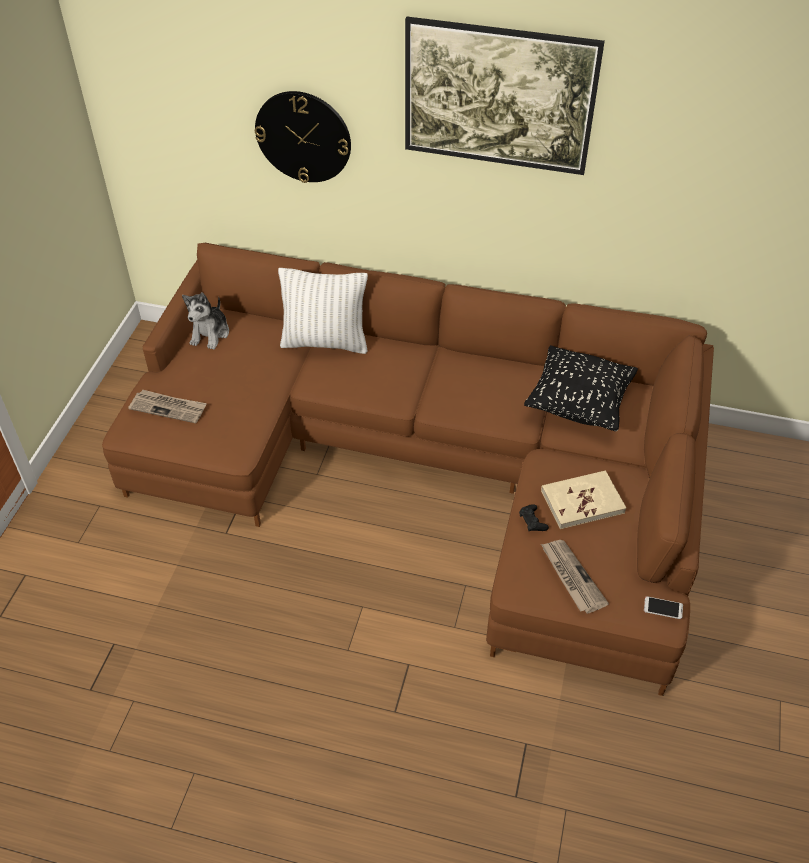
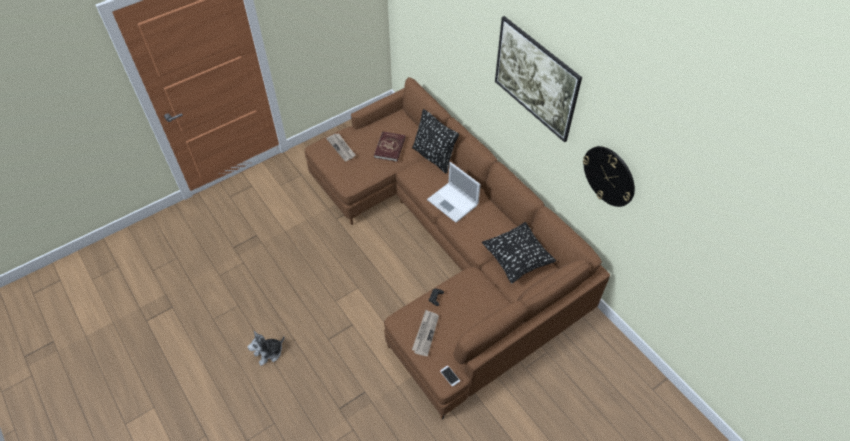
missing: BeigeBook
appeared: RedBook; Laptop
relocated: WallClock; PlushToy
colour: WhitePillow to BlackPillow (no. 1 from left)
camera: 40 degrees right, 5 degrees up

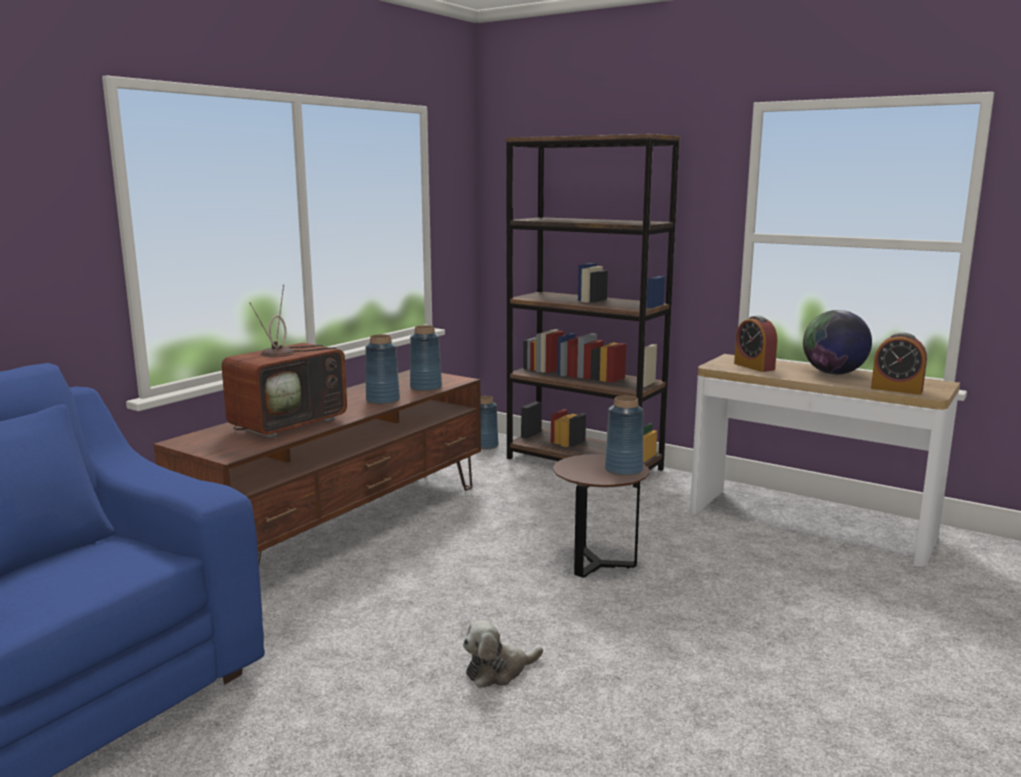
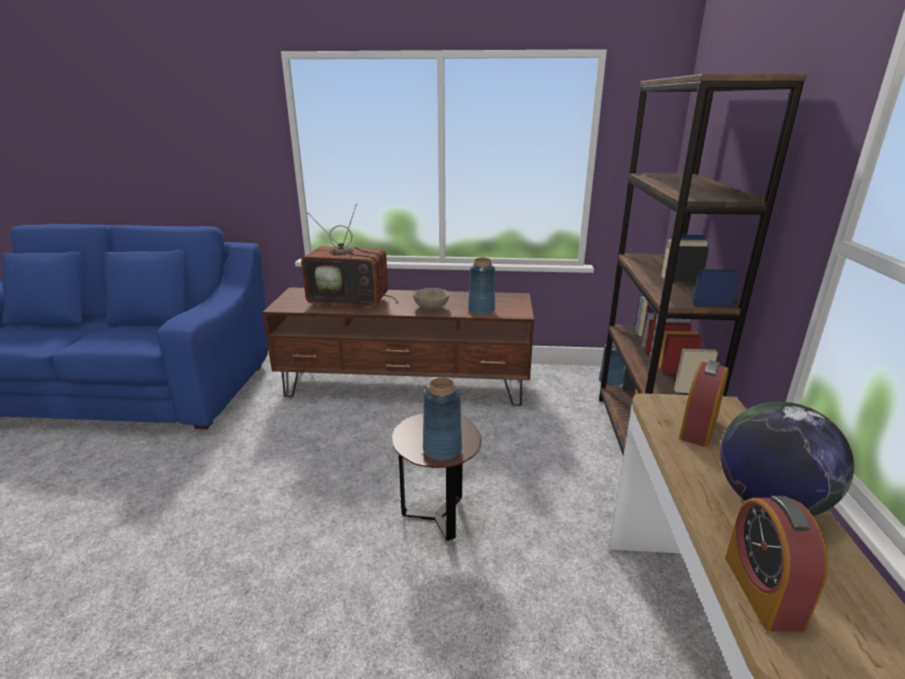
missing: PlushToy
exchanged: BlueVase (no. 1 from left) to BeigeBowl
camera: 60 degrees right, 10 degrees up

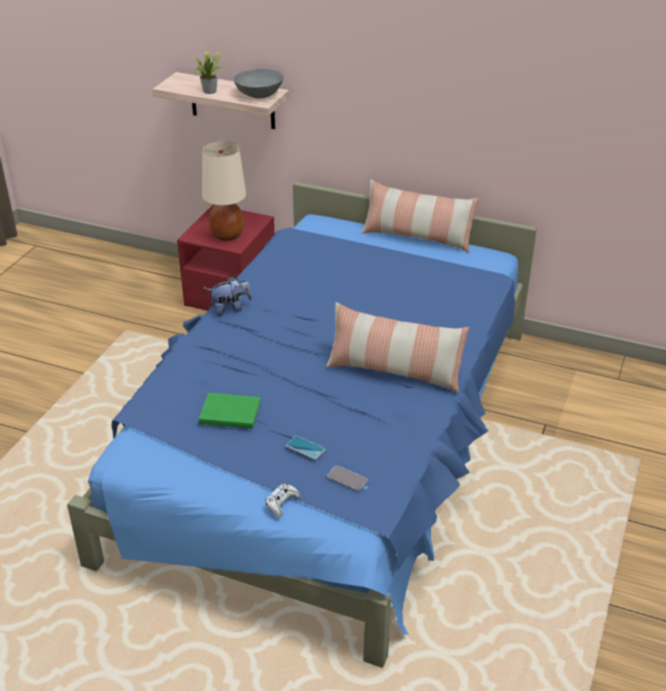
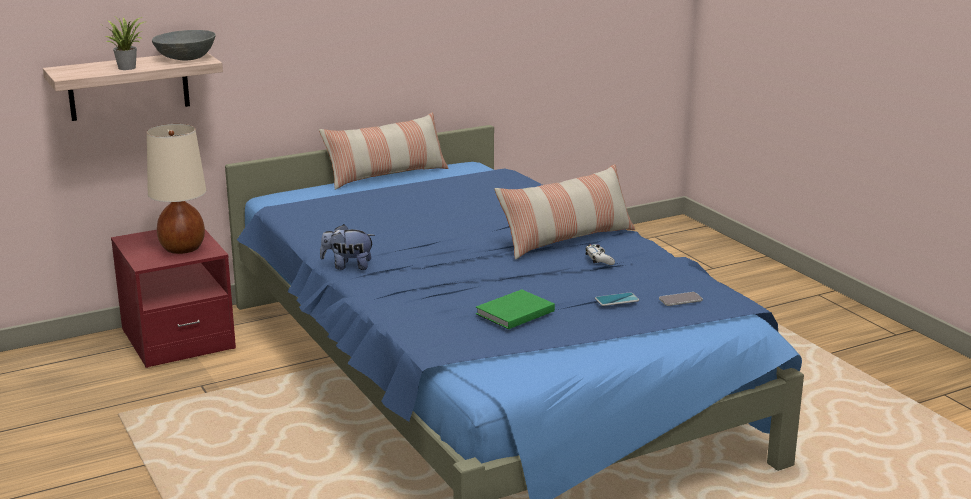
relocated: WhiteGameController
spun: PlushToy 105 degrees counterclockwise
camera: 50 degrees left, 15 degrees down

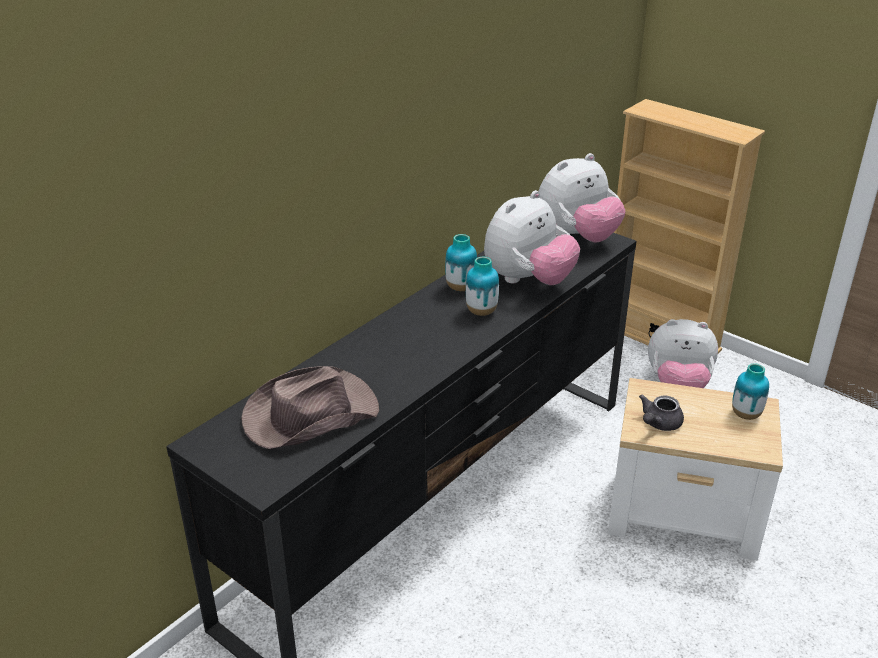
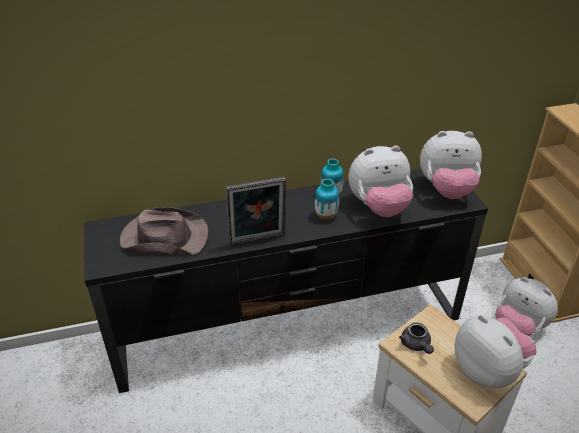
appeared: PictureFrame
exchanged: Vase (no. 3 from left) to PlushToy (no. 3 from left)
spun: GreyTeapot 90 degrees counterclockwise
camera: 35 degrees right, 5 degrees up

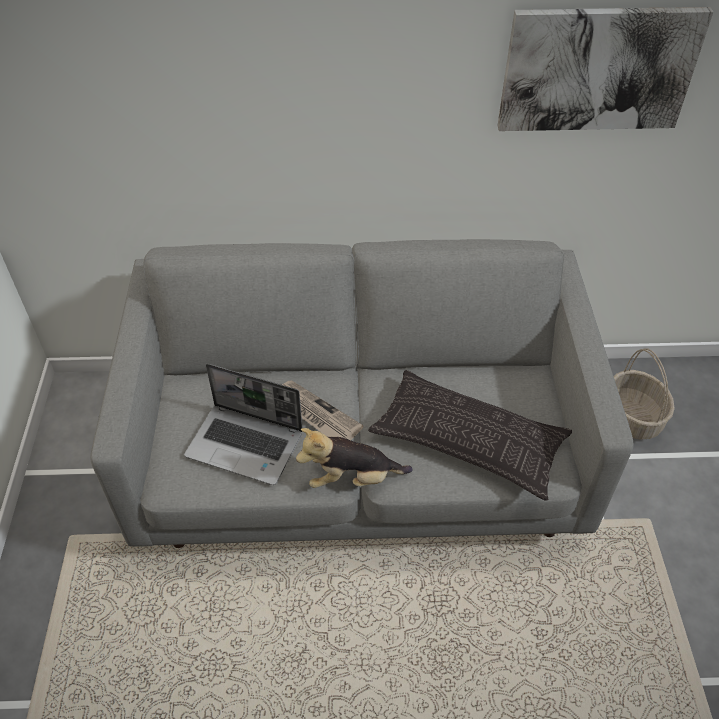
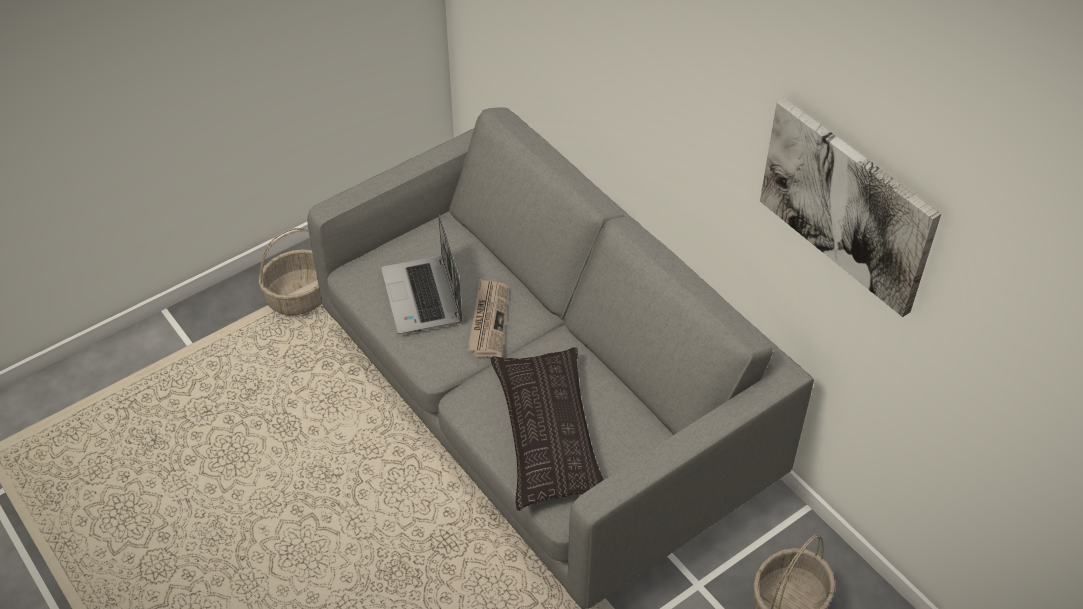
missing: PlushToy
appeared: Basket (no. 1 from left)
camera: 55 degrees right, 0 degrees up

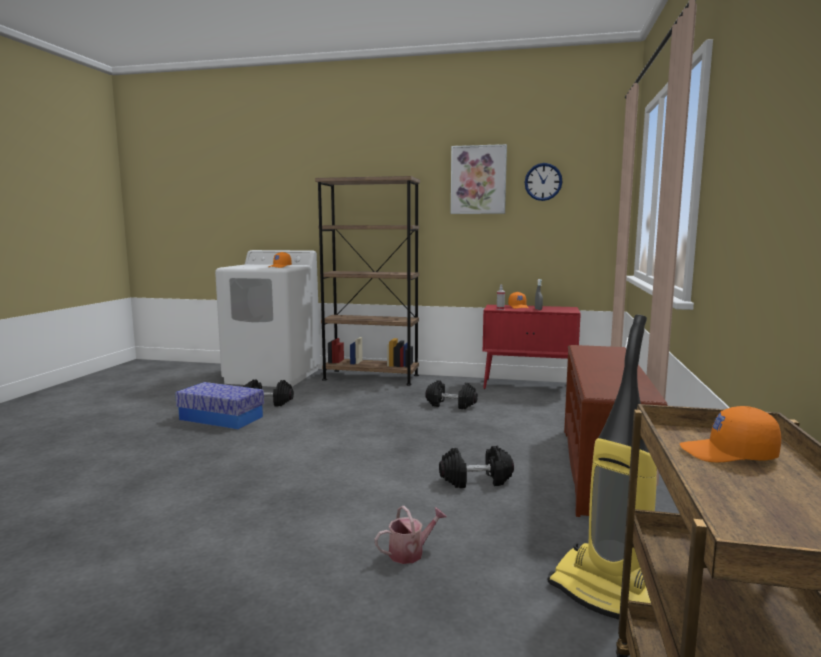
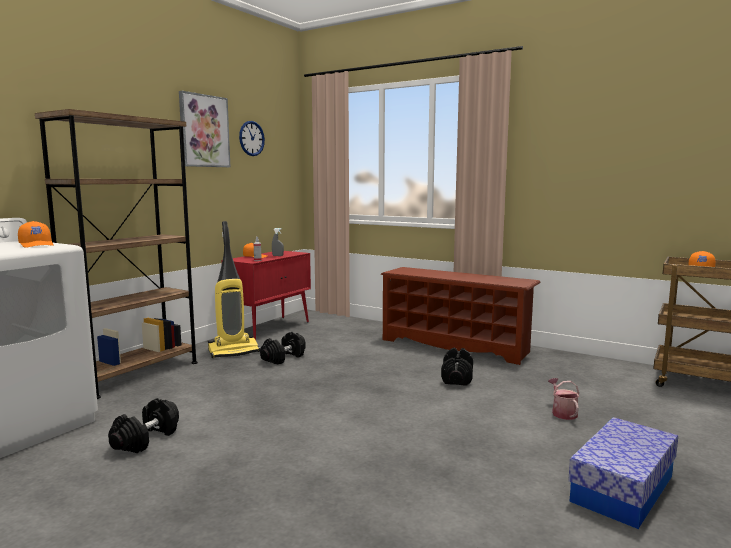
relocated: VacuumCleaner; StorageBox
camera: 70 degrees left, 0 degrees up

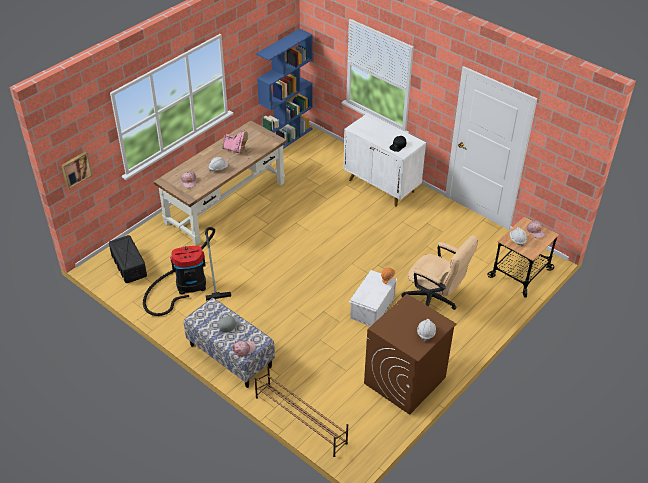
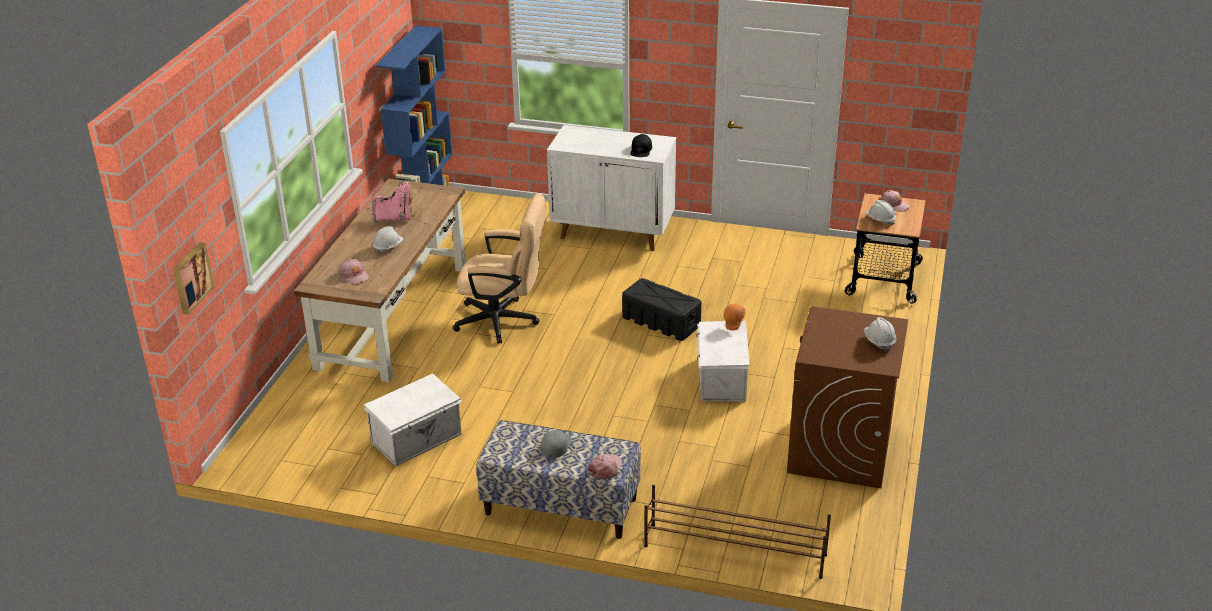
relocated: BlackStorageBox; BeigeOfficeChair
exchanged: VacuumCleaner to WhiteStorageBox (no. 1 from left)
camera: 25 degrees left, 10 degrees down

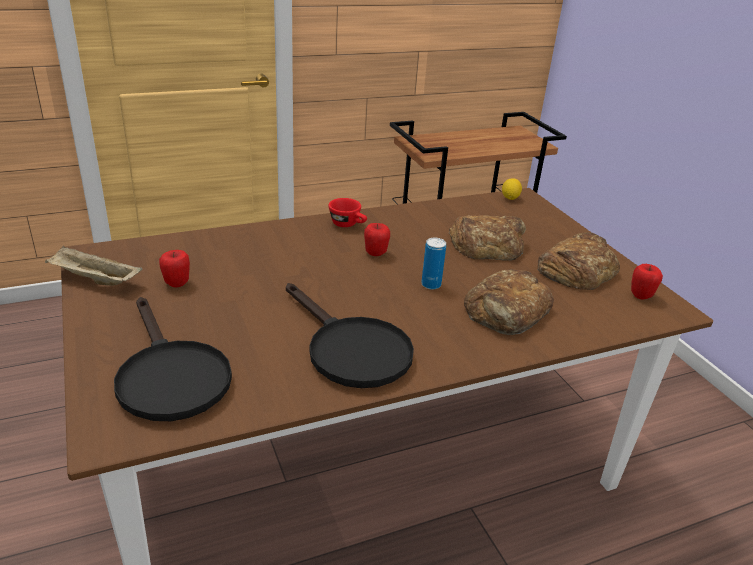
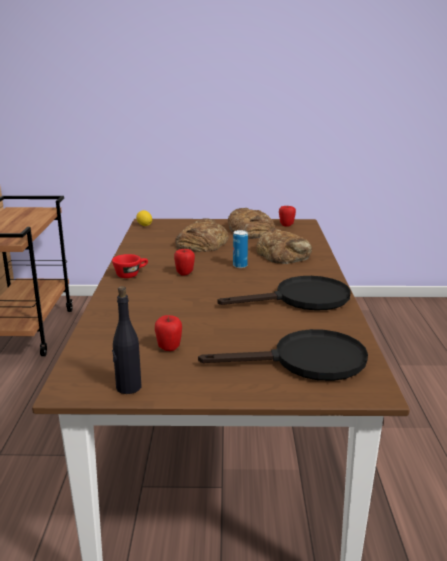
exchanged: BeigeTray to BlackBottle
camera: 65 degrees left, 10 degrees down

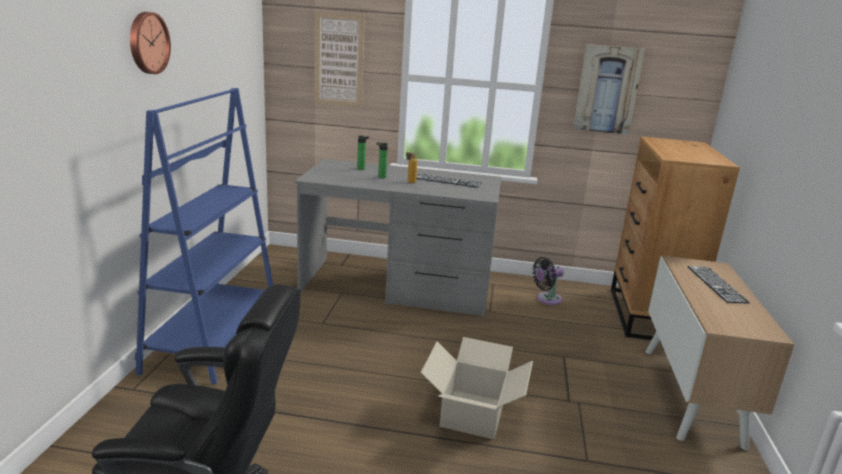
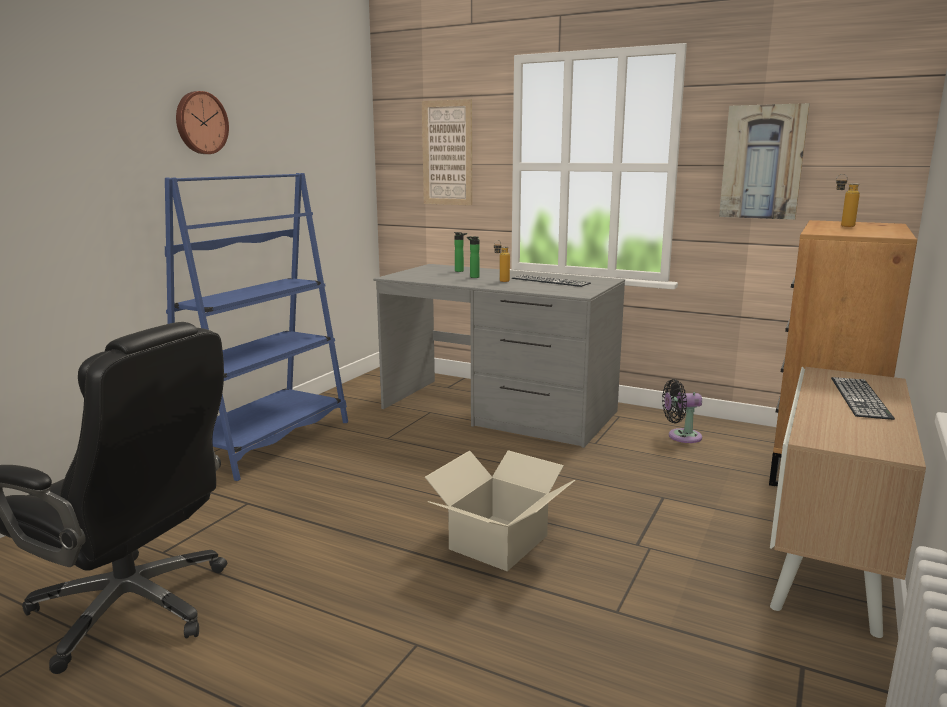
appeared: Bottle (no. 4 from left)
camera: 20 degrees right, 5 degrees down

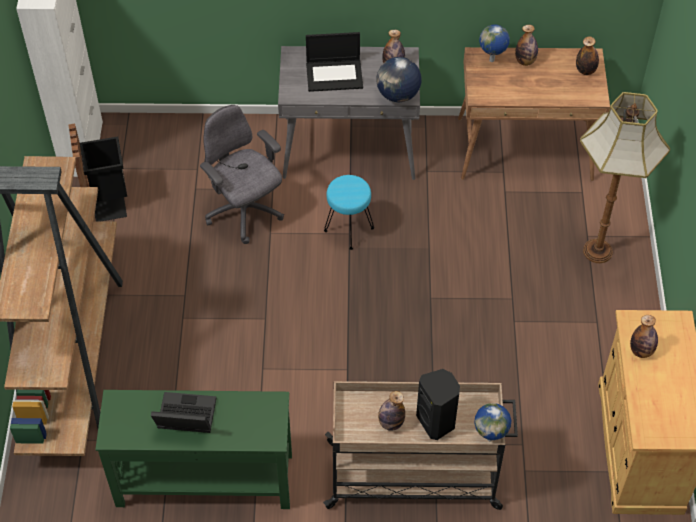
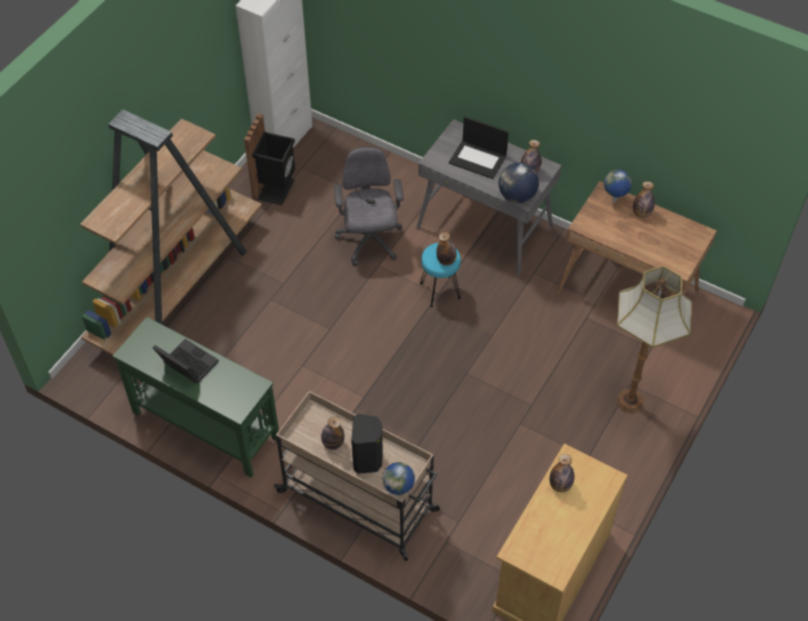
relocated: Bottle (no. 4 from left in the first image) to Bottle (no. 2 from left)
camera: 30 degrees right, 0 degrees up

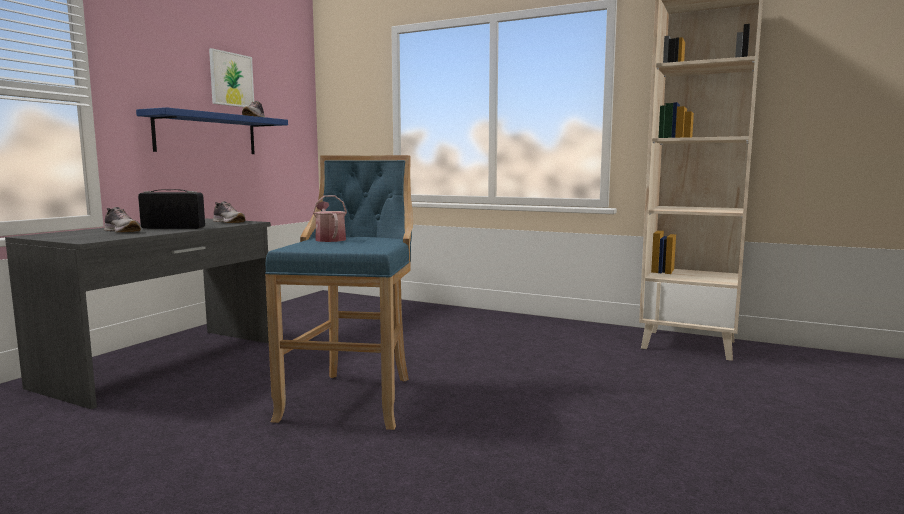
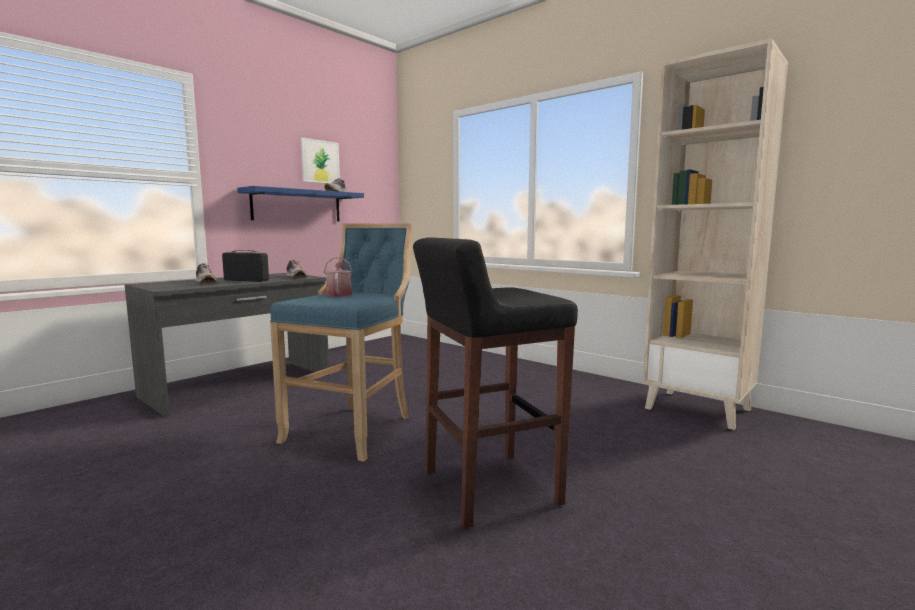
appeared: BlackStool
camera: 15 degrees right, 0 degrees up

